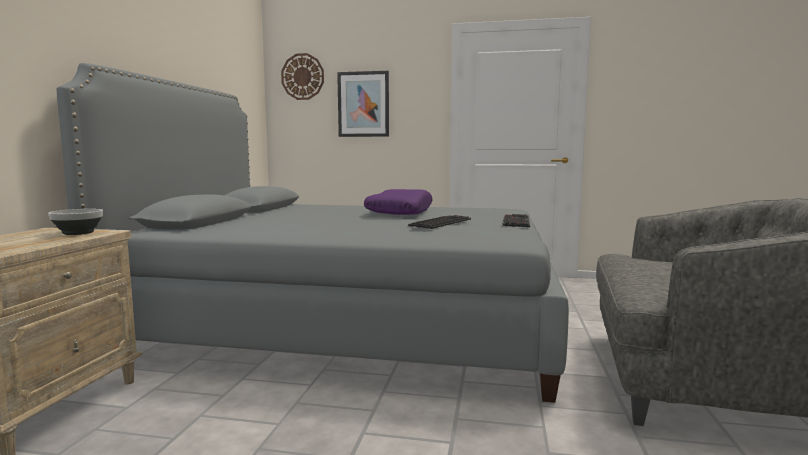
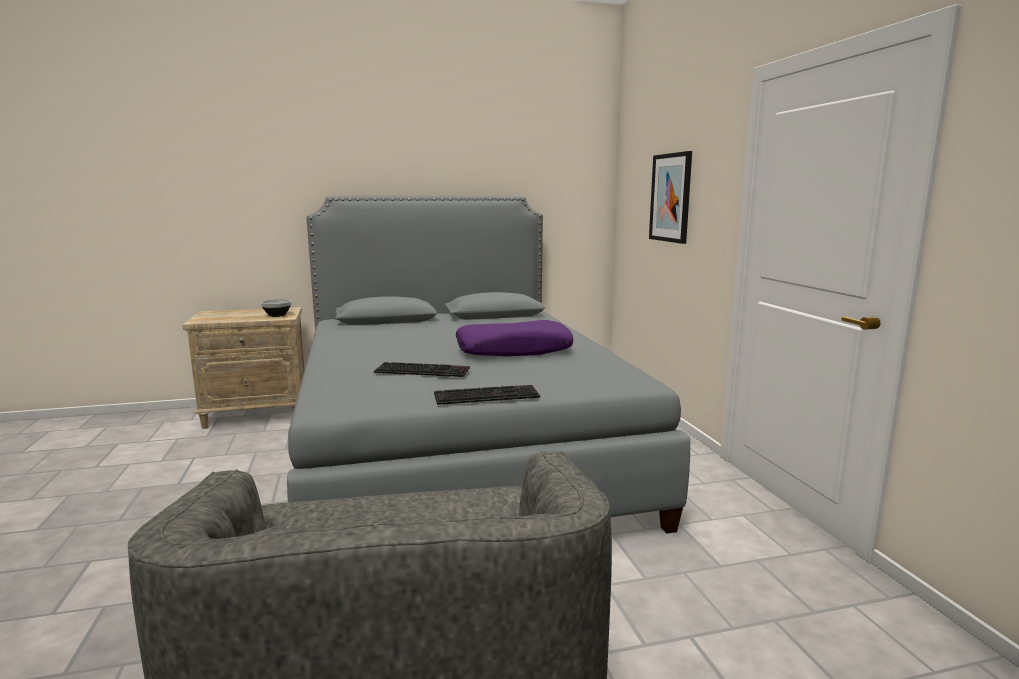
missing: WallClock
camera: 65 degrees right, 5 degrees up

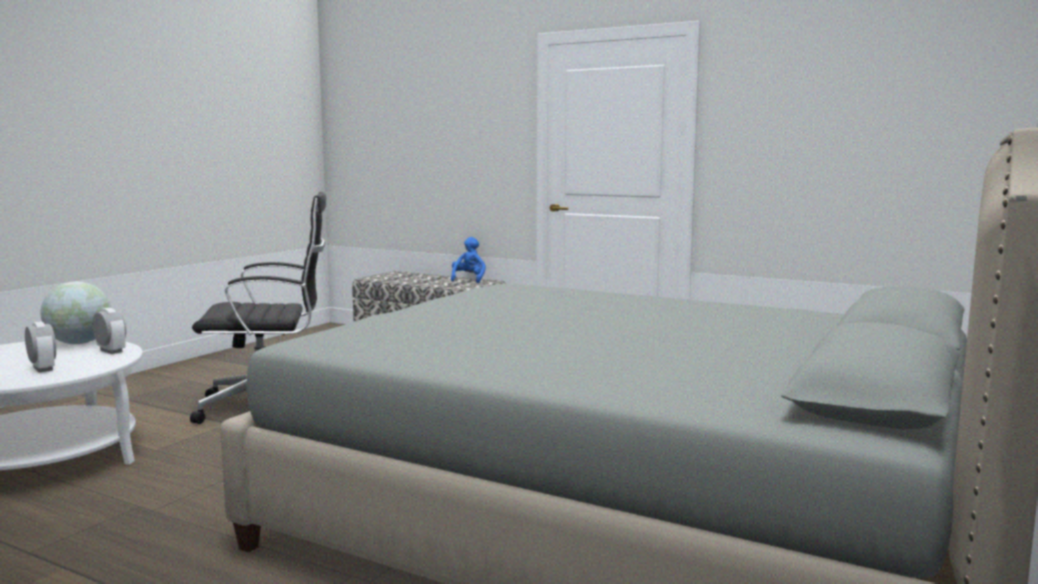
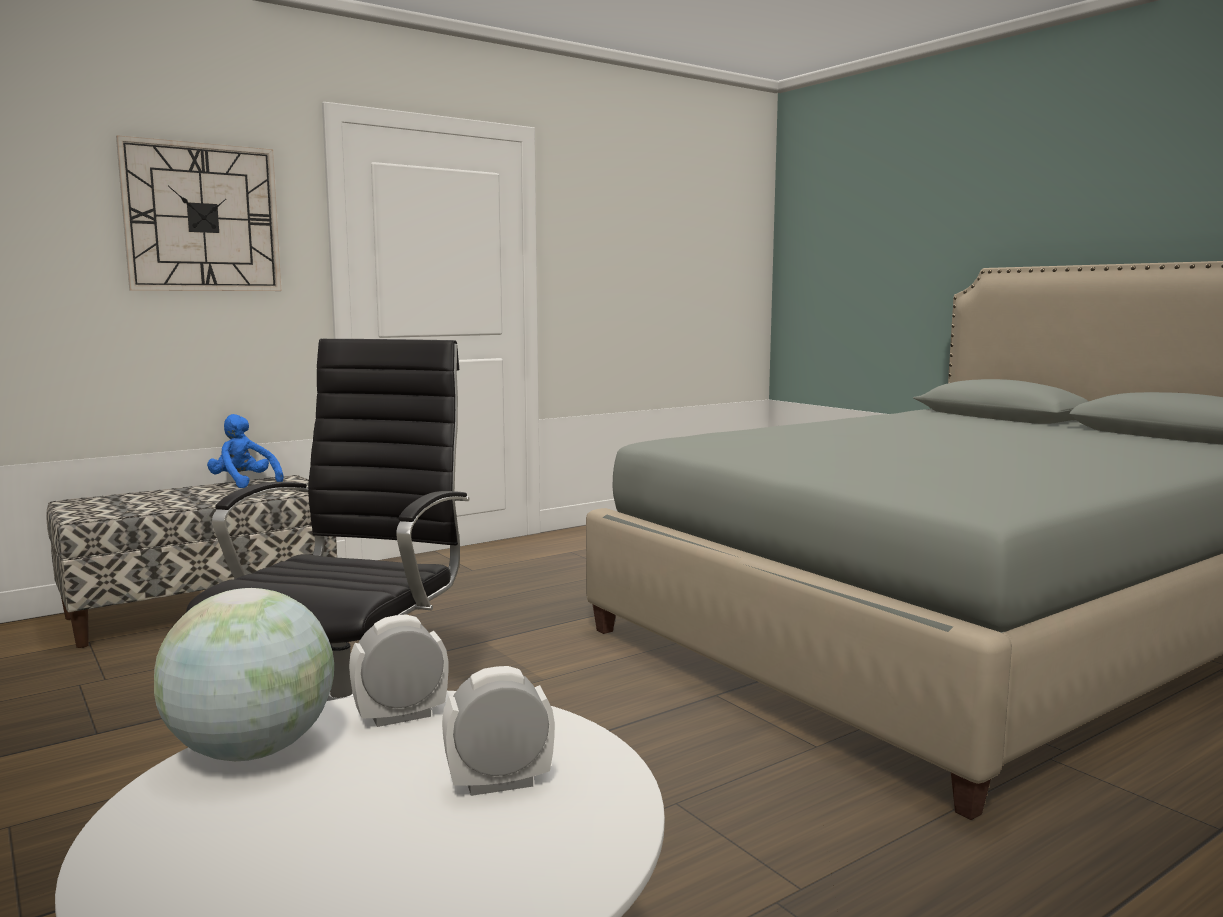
appeared: WallClock
camera: 65 degrees left, 0 degrees up

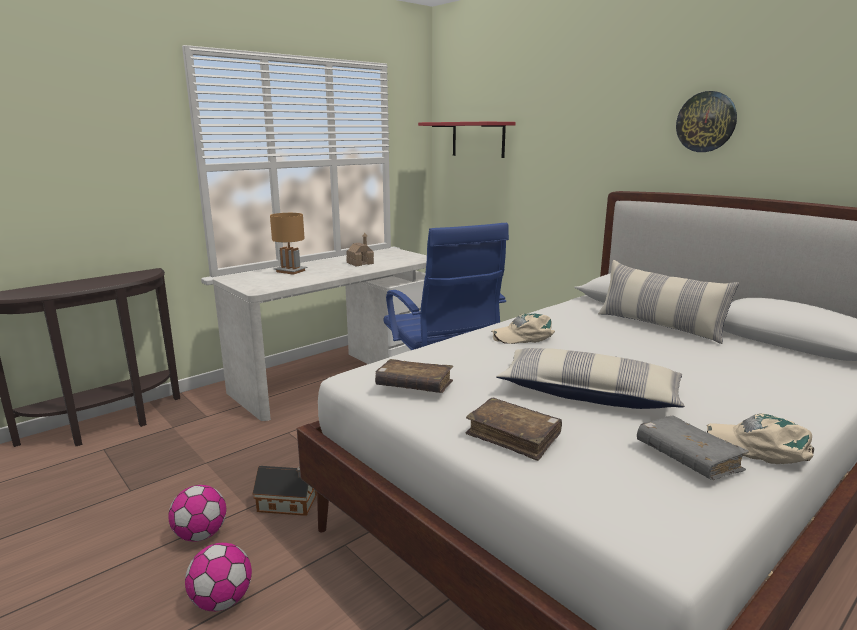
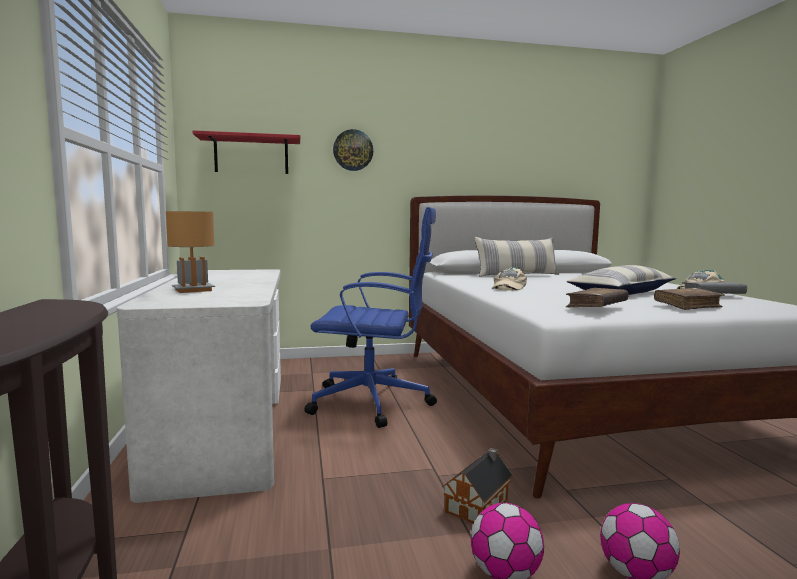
missing: ToyHouse (no. 2 from left)
relocated: WallClock
camera: 60 degrees left, 10 degrees down

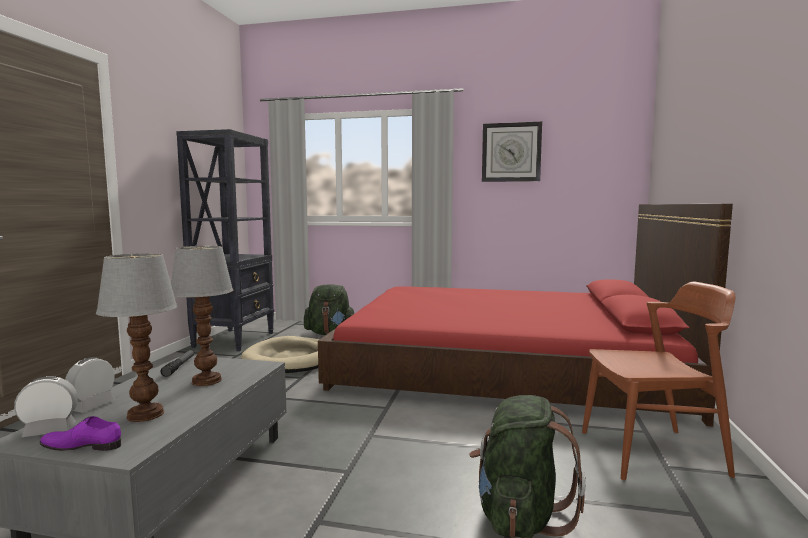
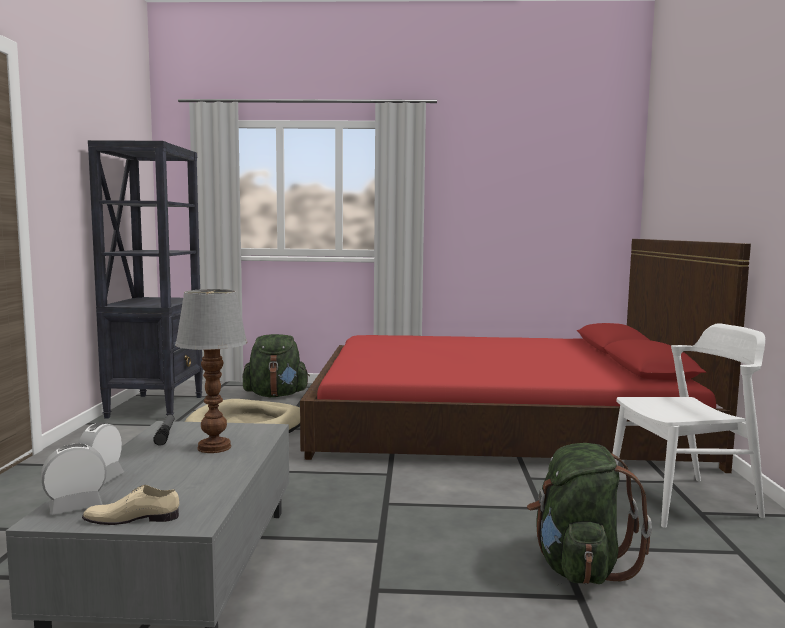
missing: WallClock; TableLamp (no. 1 from left)
colour: BrownChair to WhiteChair; PurpleShoe to BeigeShoe
camera: 10 degrees left, 0 degrees up

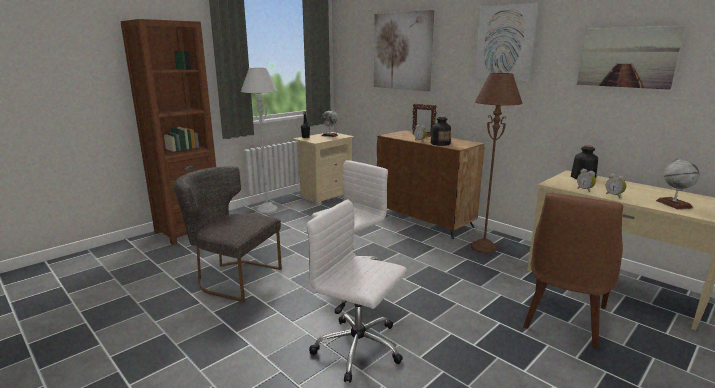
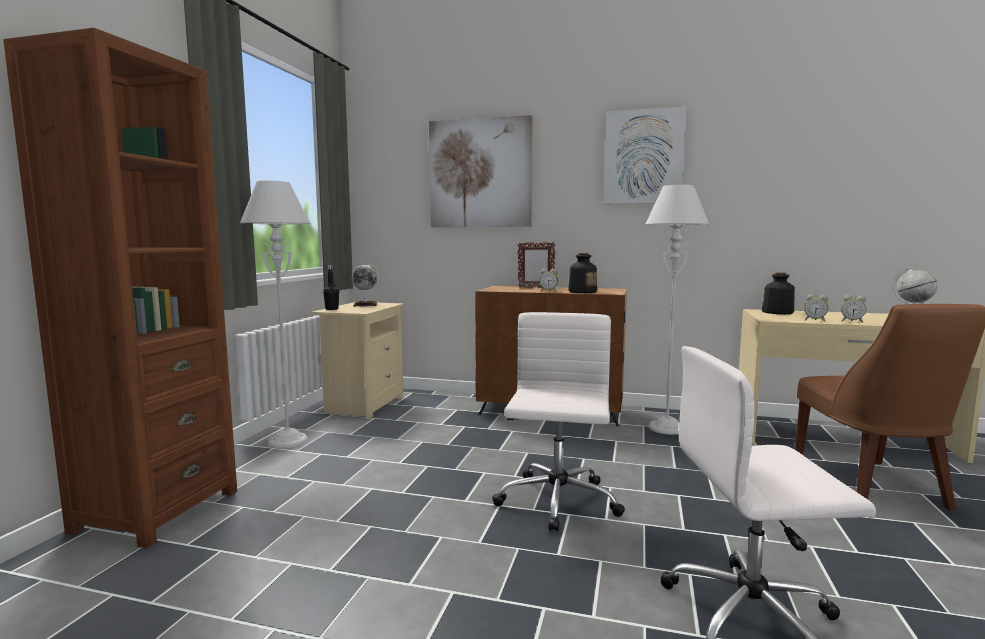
missing: Picture (no. 3 from left); GreyChair
colour: BrownFloorLamp to GreyFloorLamp (no. 2 from left)
camera: 30 degrees left, 10 degrees down

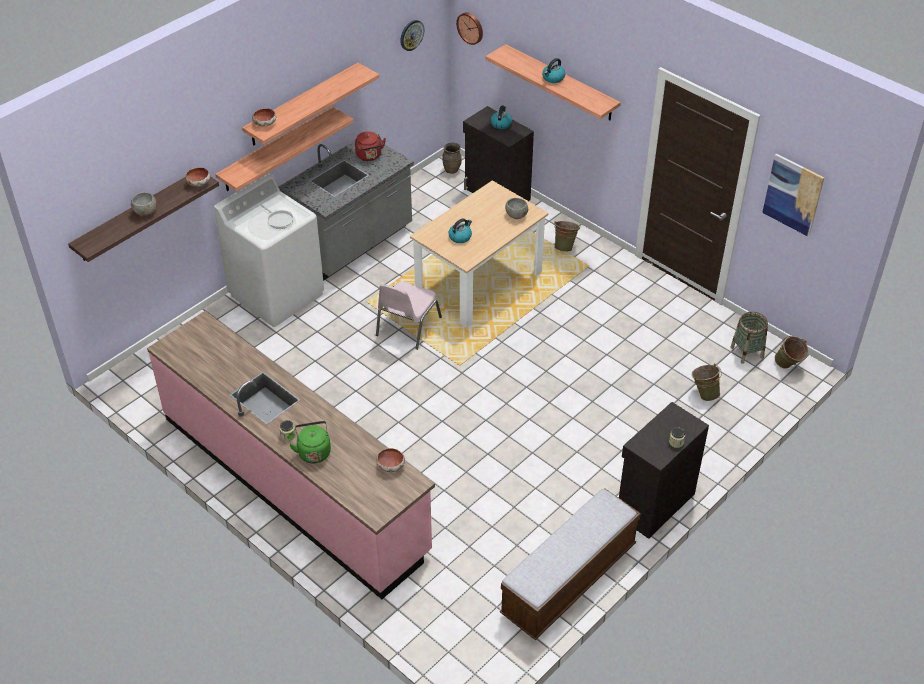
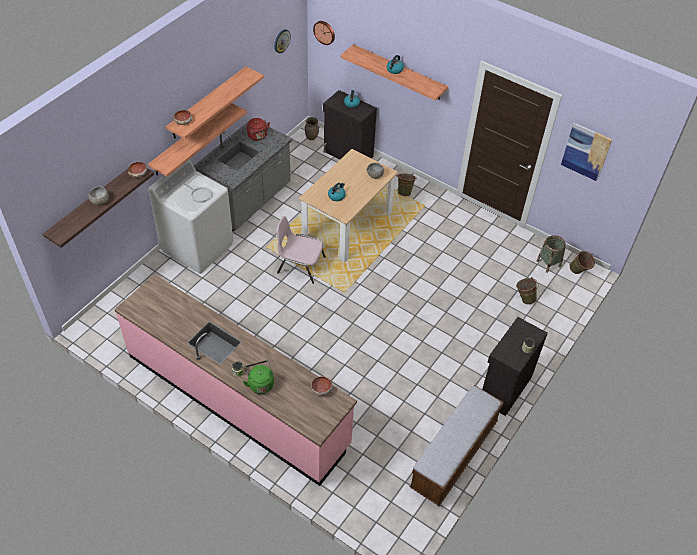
spun: PinkChair 90 degrees clockwise
camera: 10 degrees left, 5 degrees up

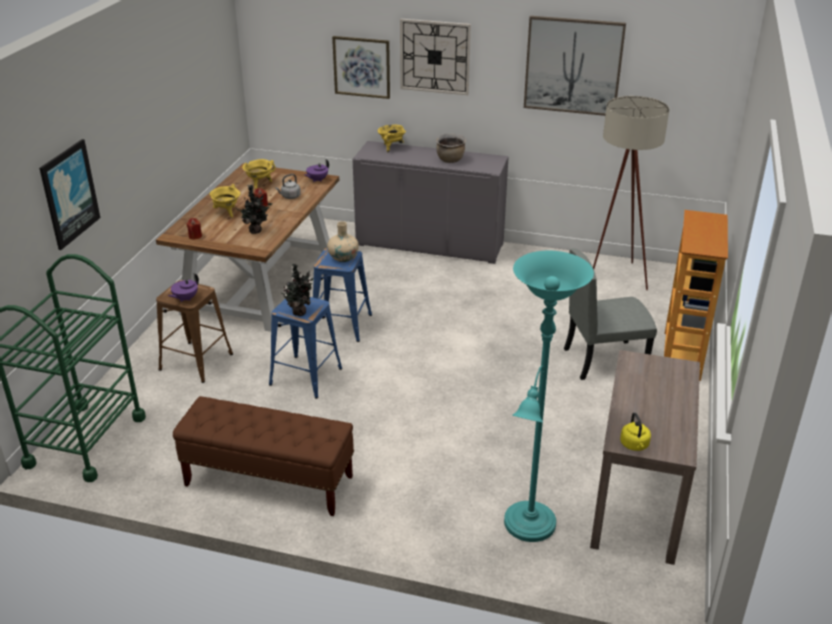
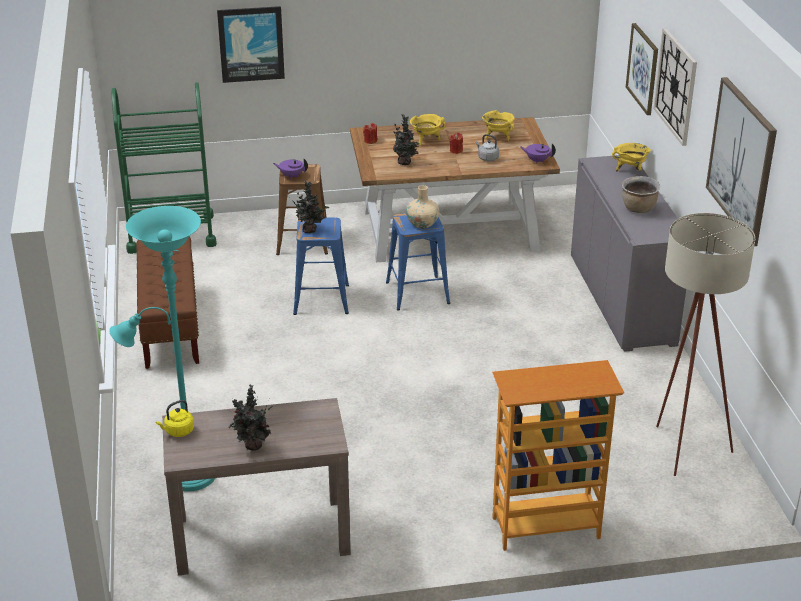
missing: GreyChair
appeared: PottedPlant (no. 1 from left)
camera: 65 degrees right, 0 degrees up

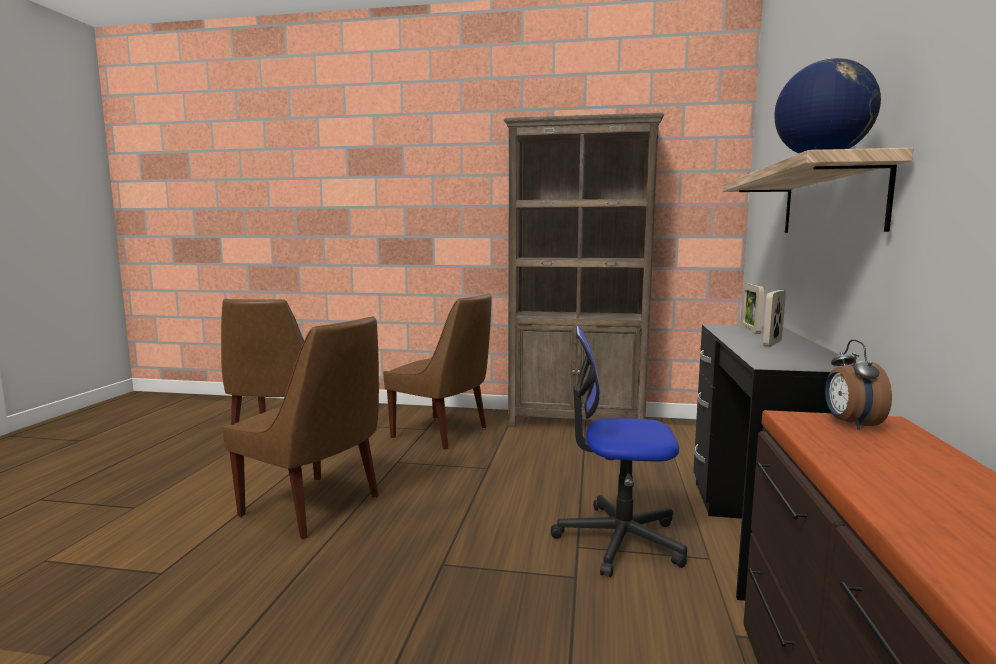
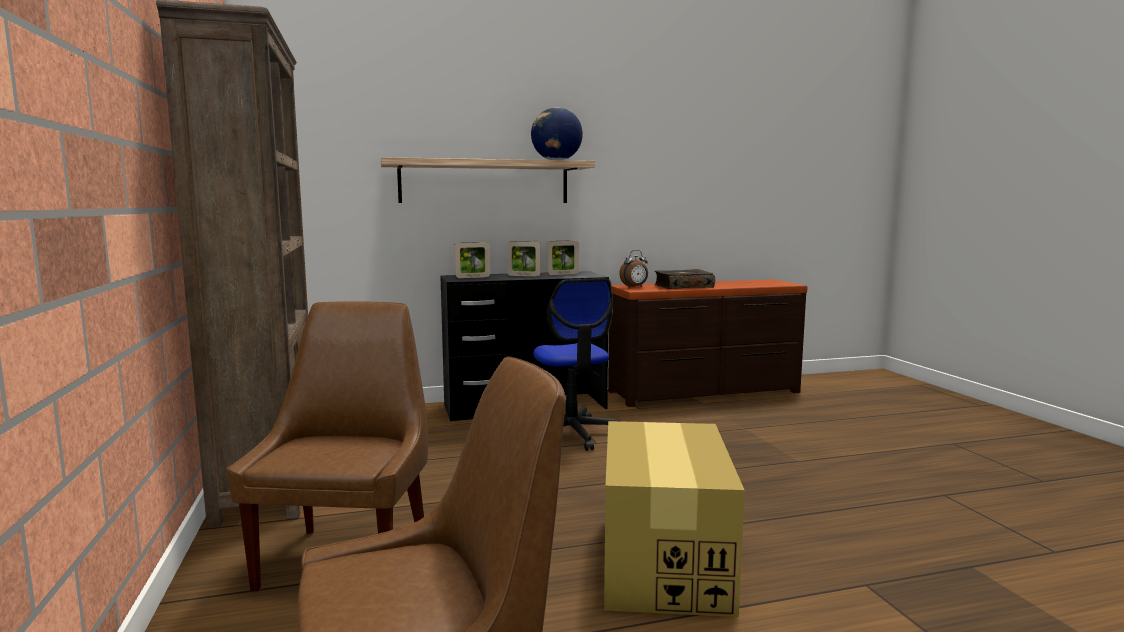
appeared: PictureFrame (no. 3 from left); Book
exchanged: BrownChair (no. 2 from left) to CardboardBox
camera: 115 degrees left, 0 degrees up

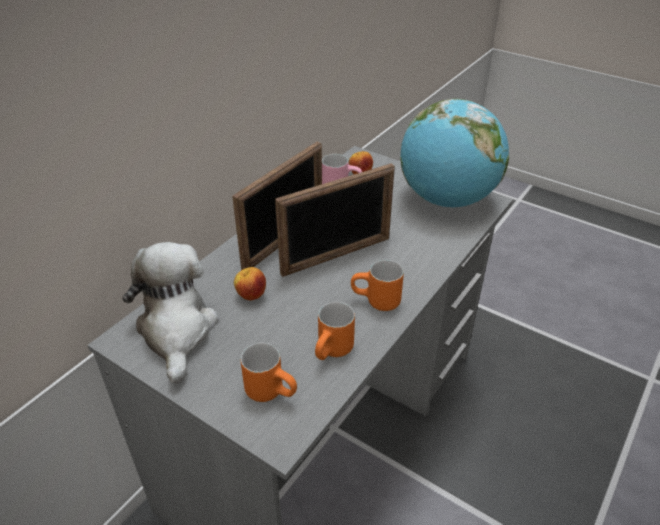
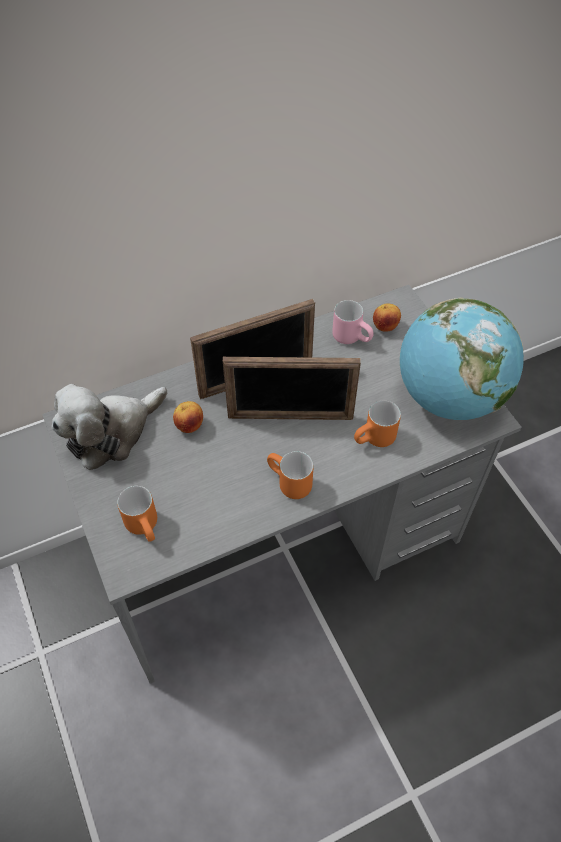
relocated: OrangeMug (no. 2 from left in the first image) to OrangeMug (no. 3 from left)
spun: PlushToy 150 degrees counterclockwise
camera: 30 degrees right, 15 degrees up

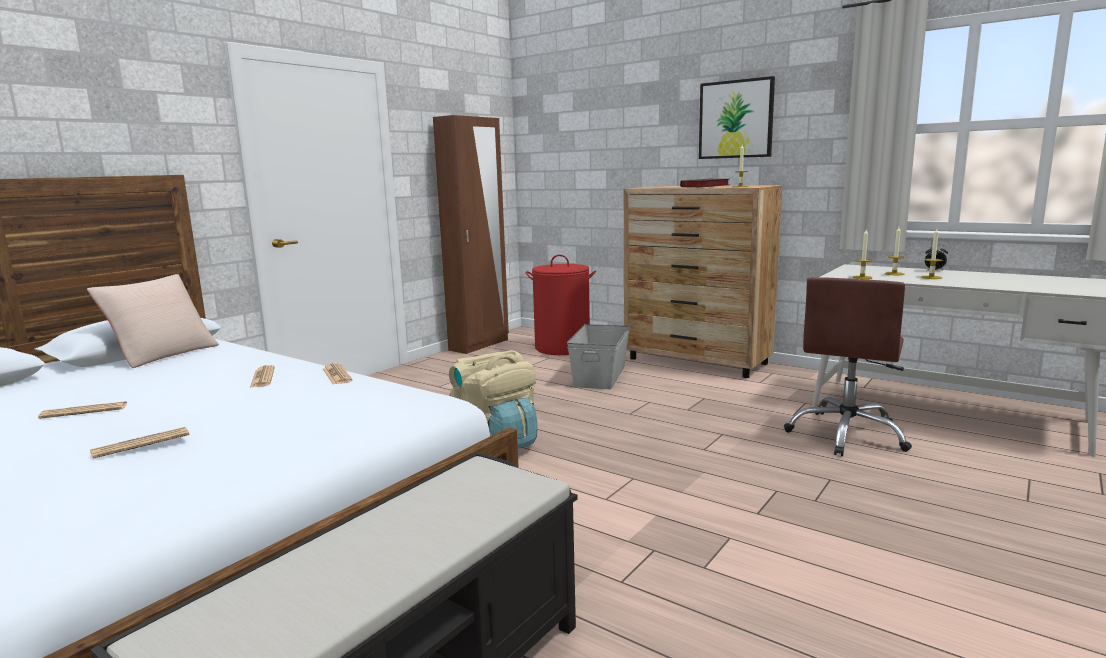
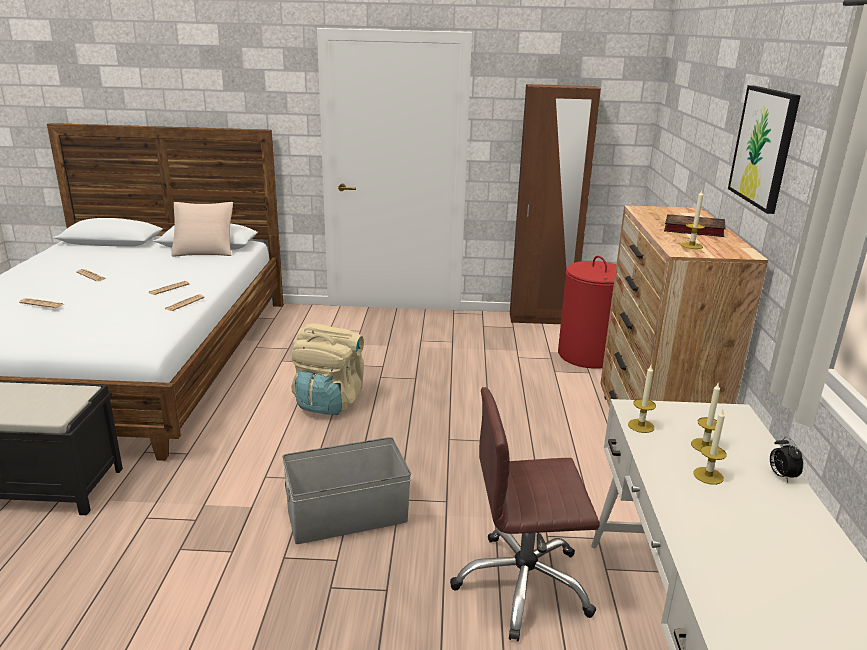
relocated: GreyStorageBox
camera: 55 degrees right, 10 degrees up

